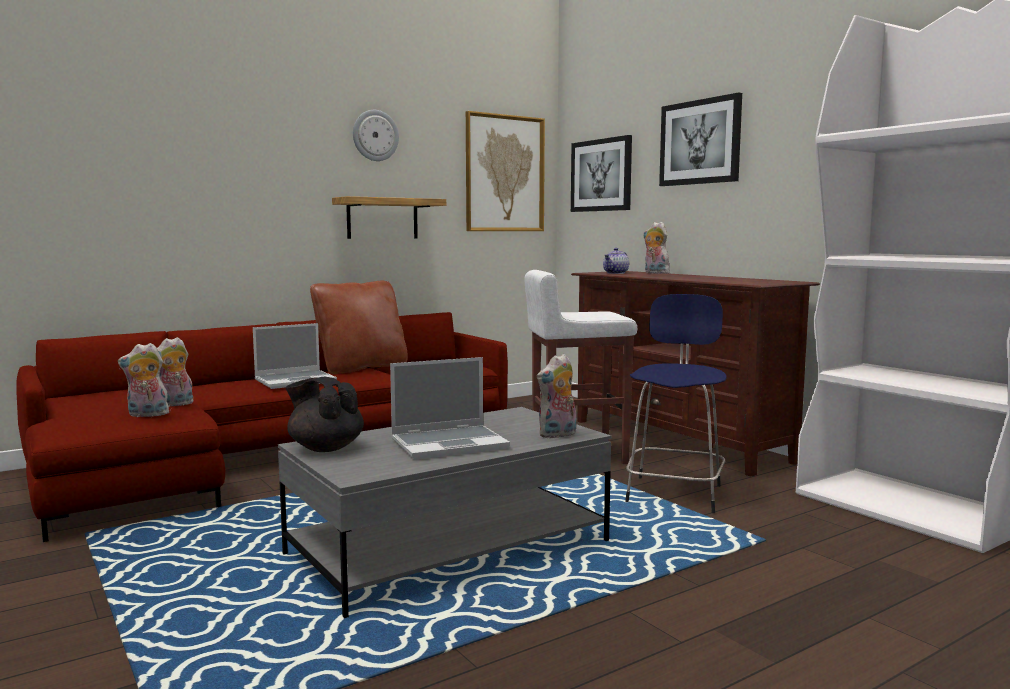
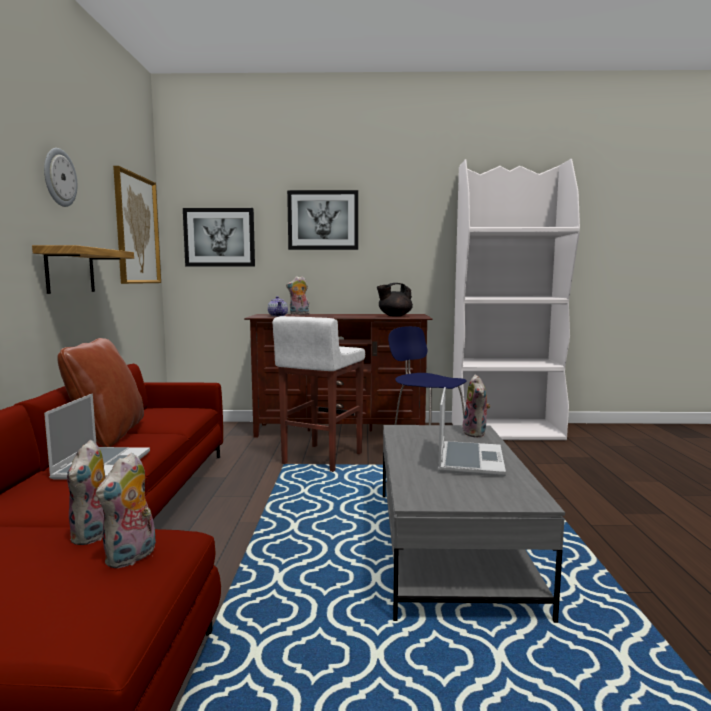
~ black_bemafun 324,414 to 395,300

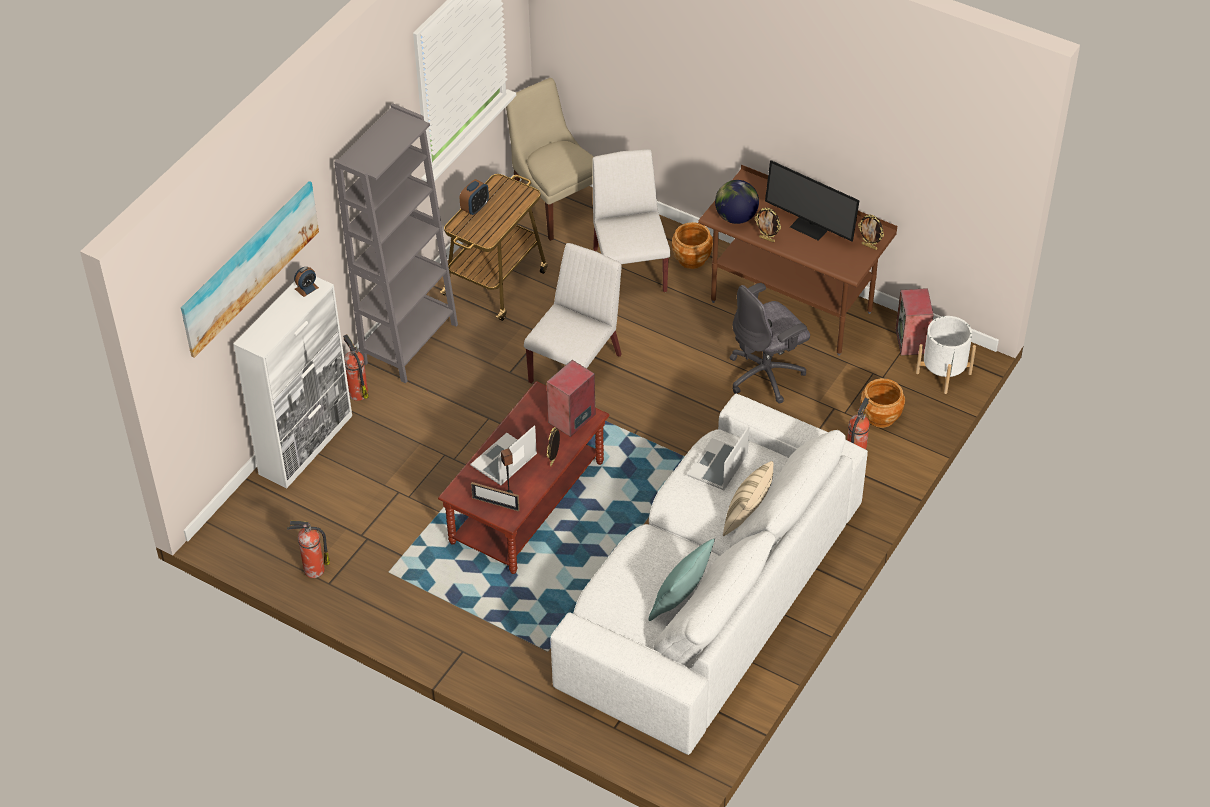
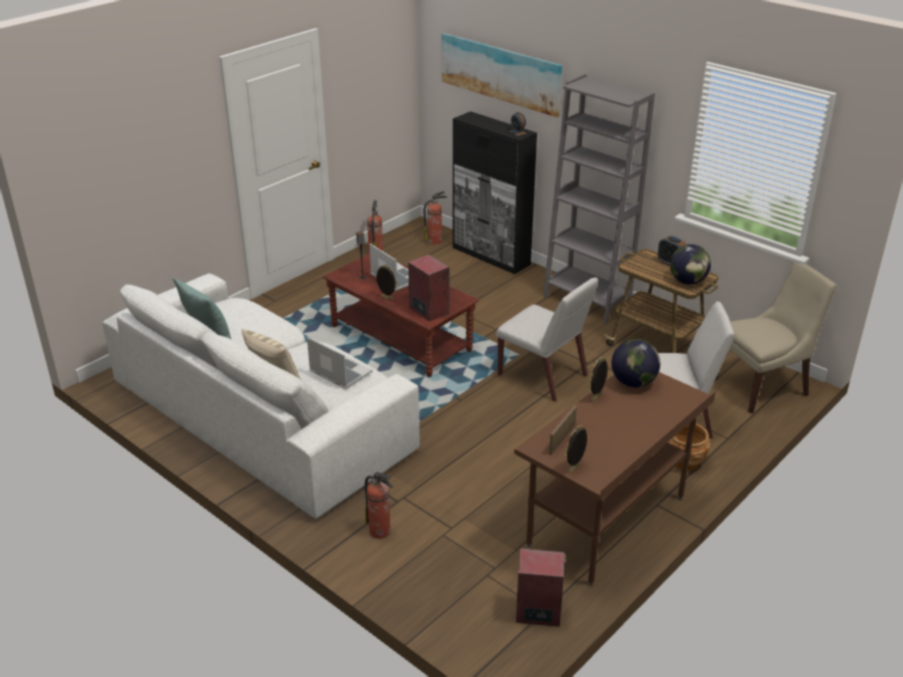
~ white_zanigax 292,382 to black_zanigax 495,192
~ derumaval 356,367 to 435,217
~ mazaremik 495,497 to 563,430
- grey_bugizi 769,343
- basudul 812,201
- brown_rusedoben 883,403
- white_rusedoben 946,355
+ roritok 690,264

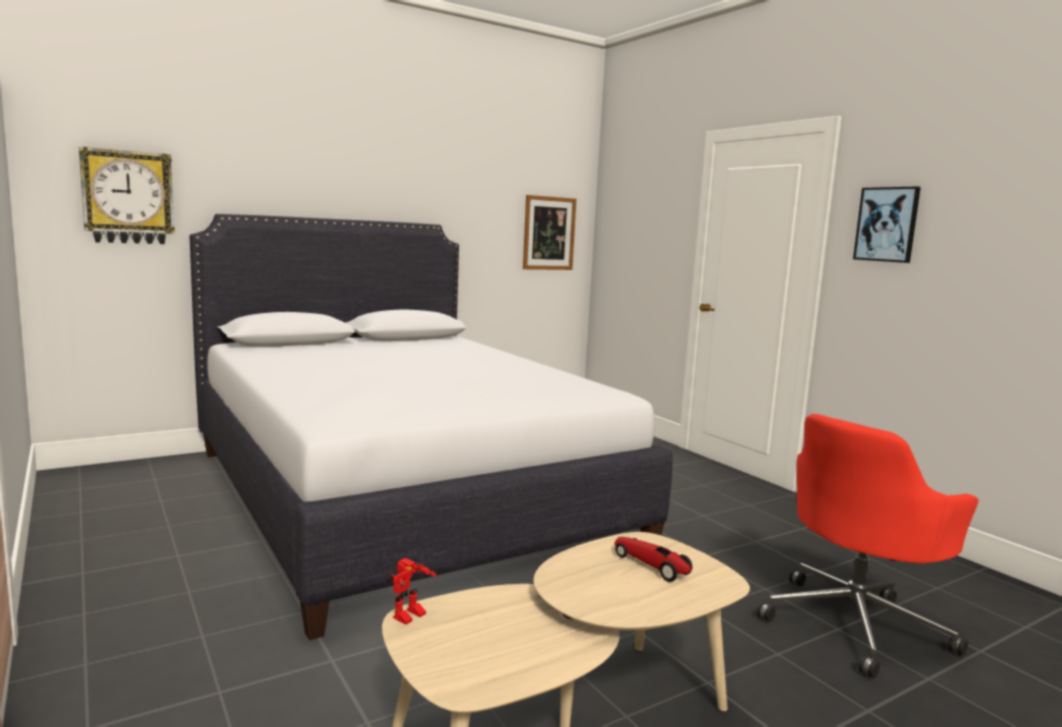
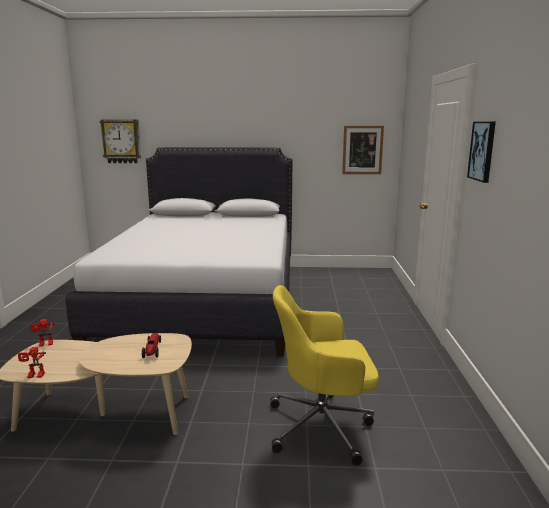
~ red_bugizi 868,546 to yellow_bugizi 324,375
+ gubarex 32,362

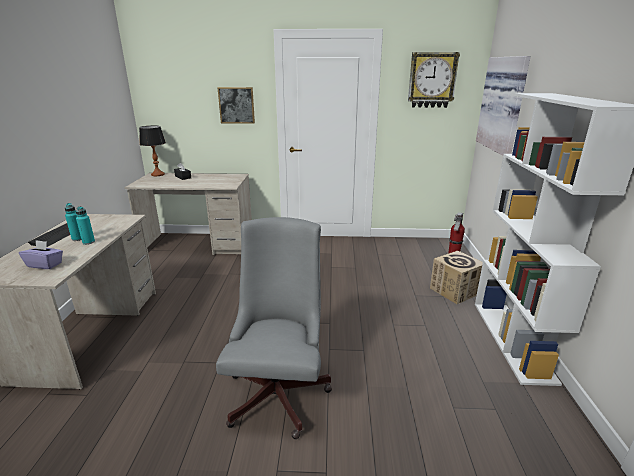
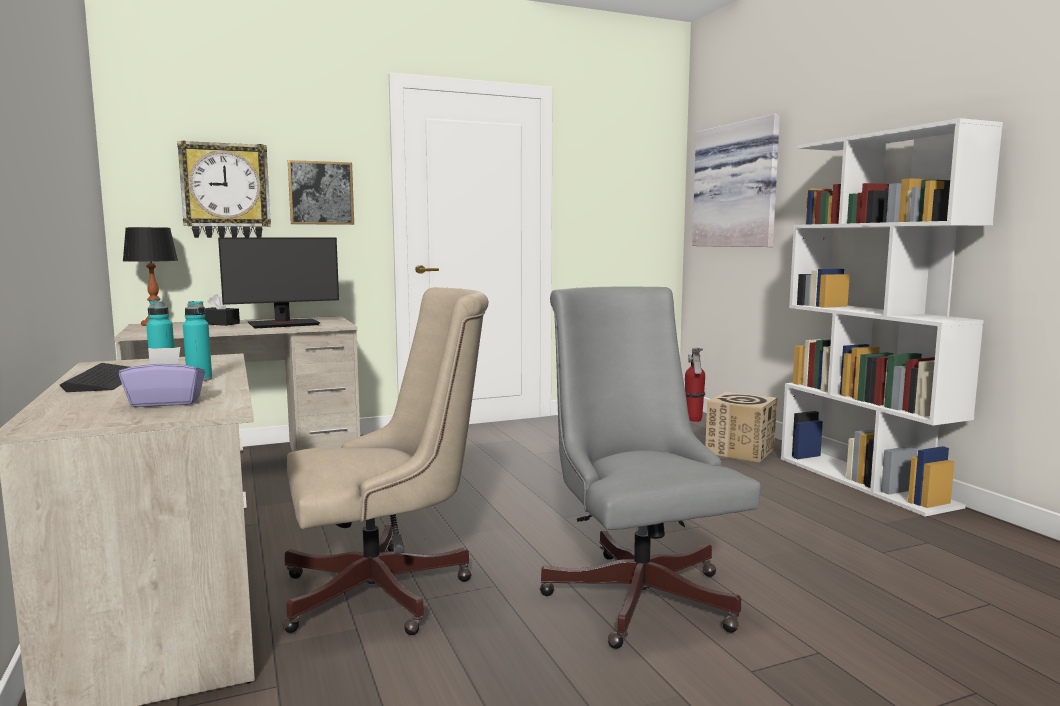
~ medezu 434,80 to 224,189
+ basudul 278,282
+ beige_bugizi 386,461

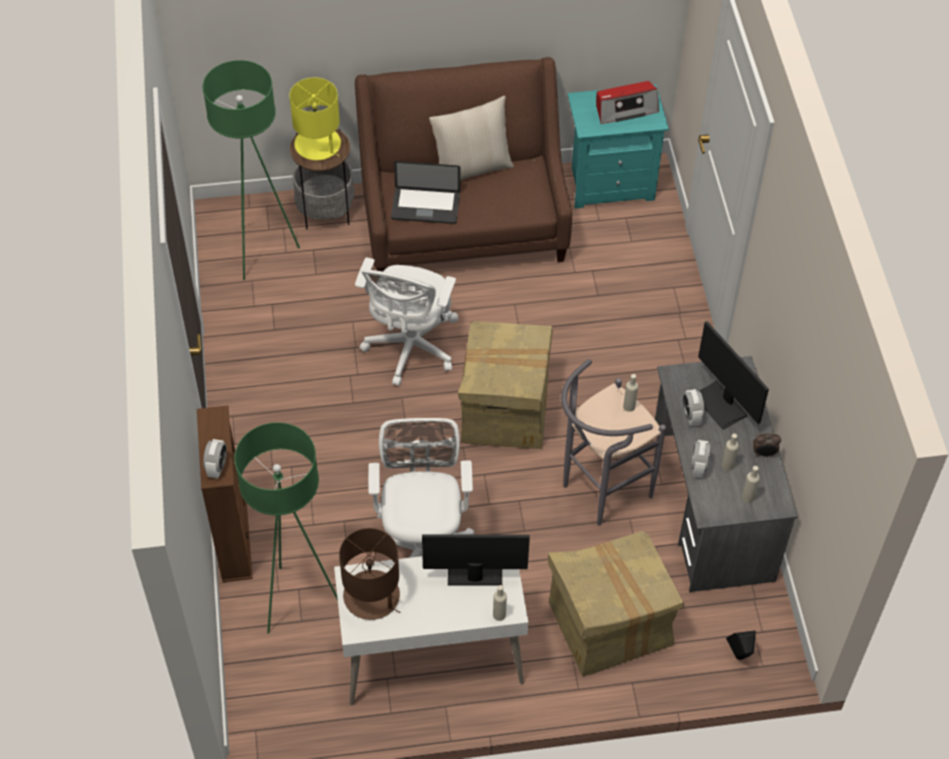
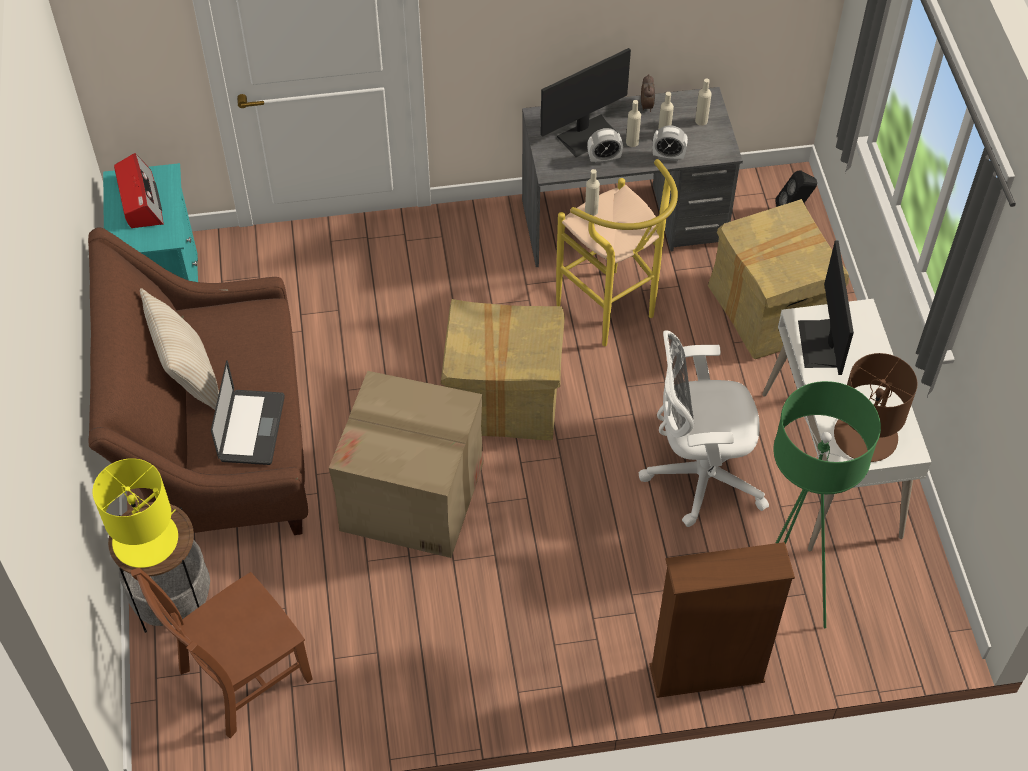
~ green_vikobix 251,170 to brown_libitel 221,653
- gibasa 215,458
~ white_bugizi 406,322 to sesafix 406,464
~ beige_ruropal 500,603 to 633,123
~ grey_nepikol 613,442 to yellow_nepikol 617,252

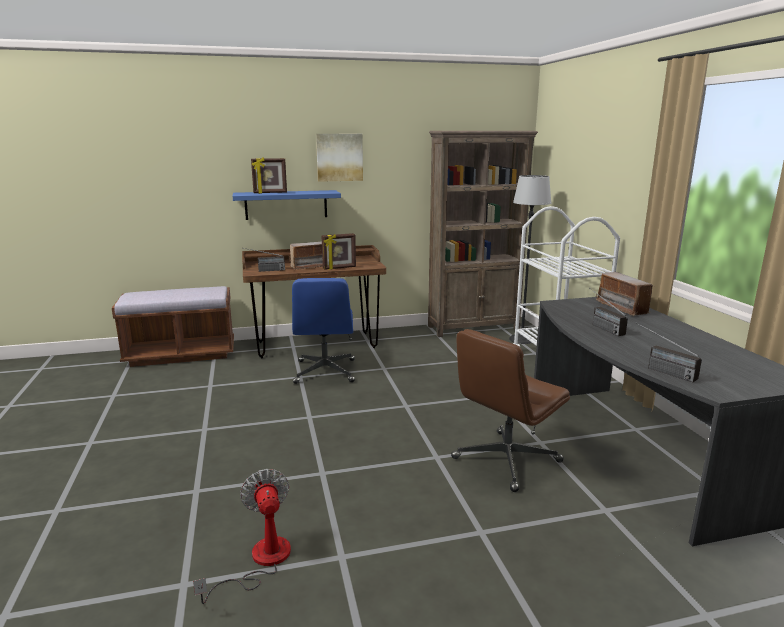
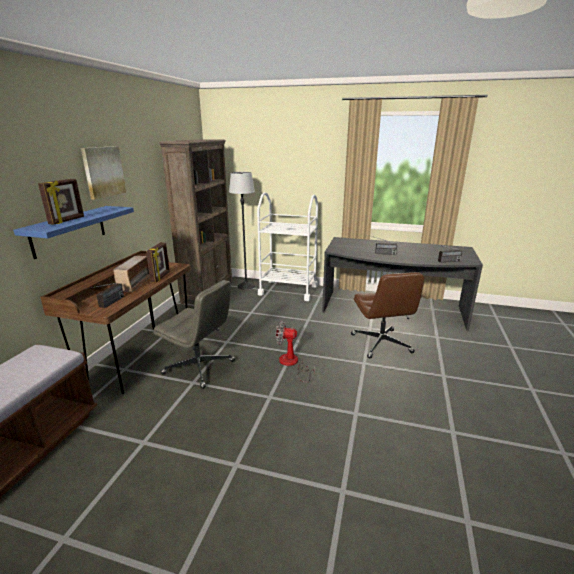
~ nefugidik 242,536 to 295,351
~ blue_bugizi 323,331 to grey_bugizi 194,334
- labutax 625,294

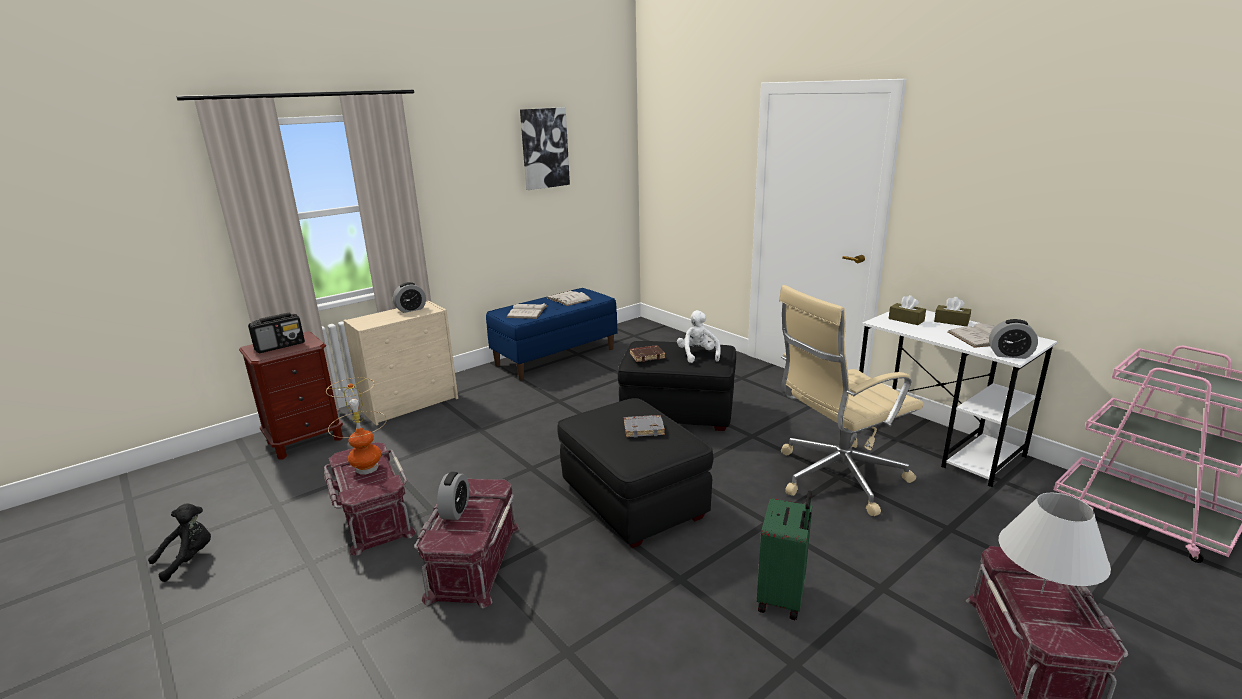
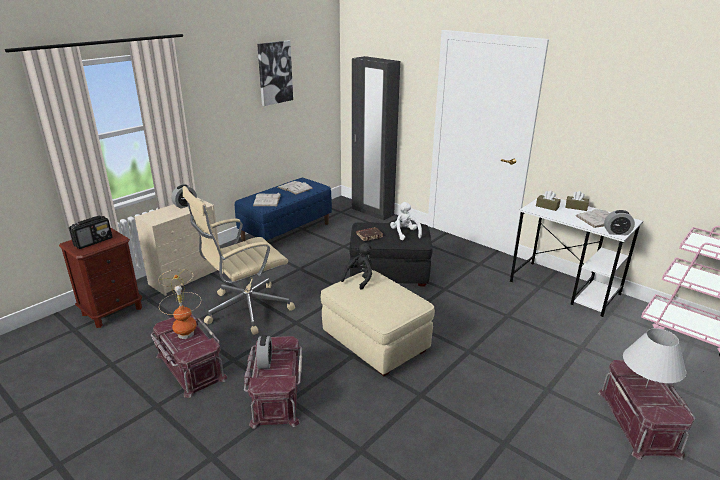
~ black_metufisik 179,542 to 357,266
~ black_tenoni 635,473 to beige_tenoni 378,323
- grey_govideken 644,426
- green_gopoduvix 784,555
~ beige_bugizi 851,400 to 238,260
+ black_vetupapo 376,138

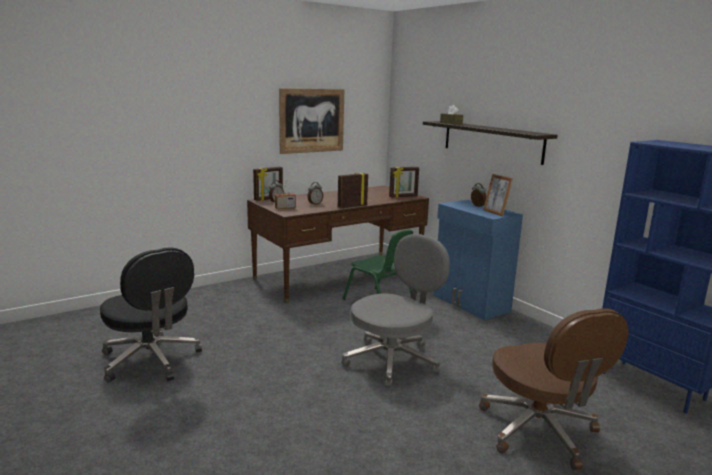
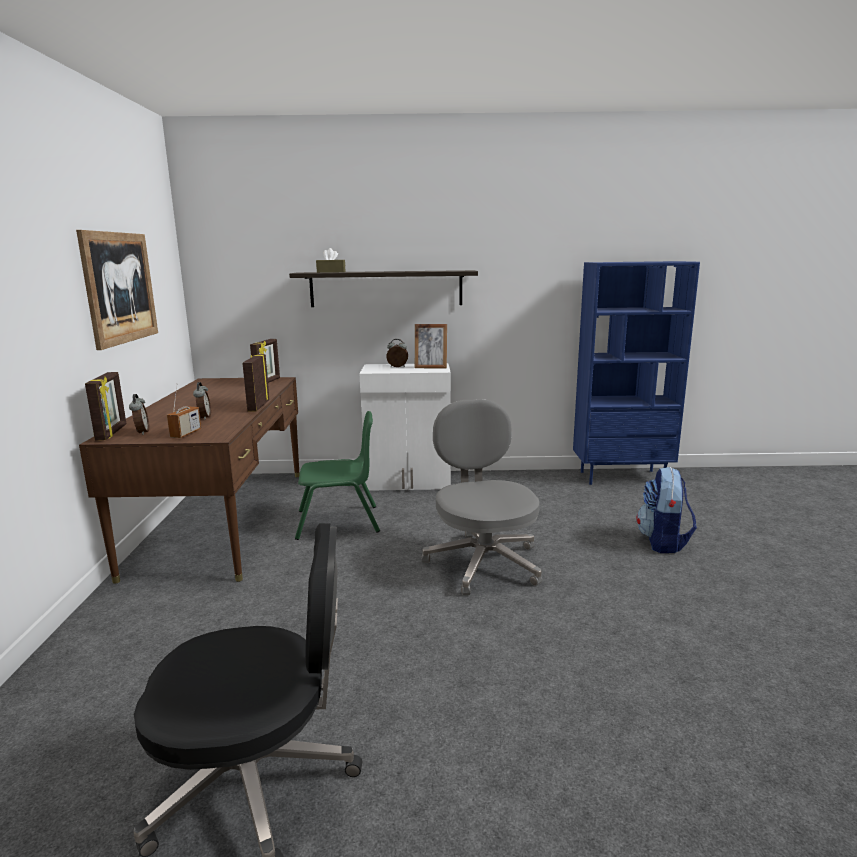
~ blue_zanigax 478,260 to white_zanigax 405,427
~ brown_bugizi 553,389 to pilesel 666,510

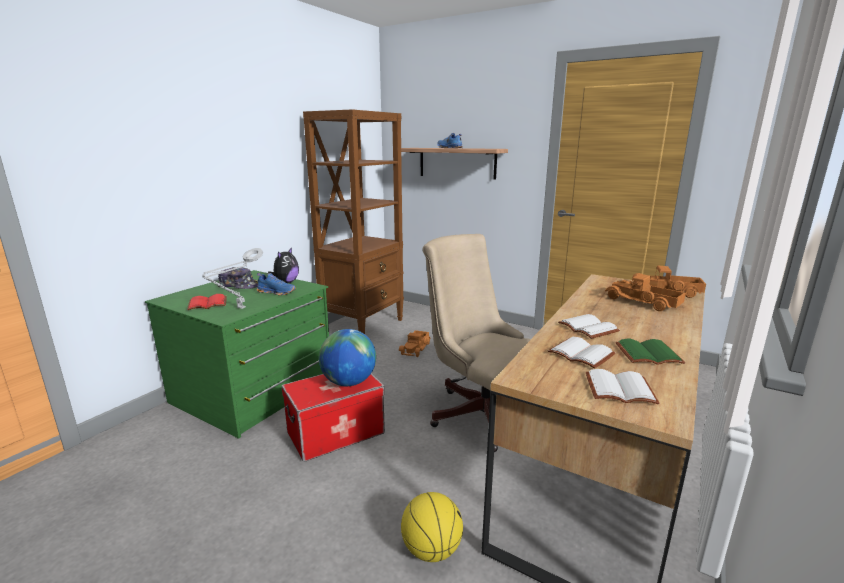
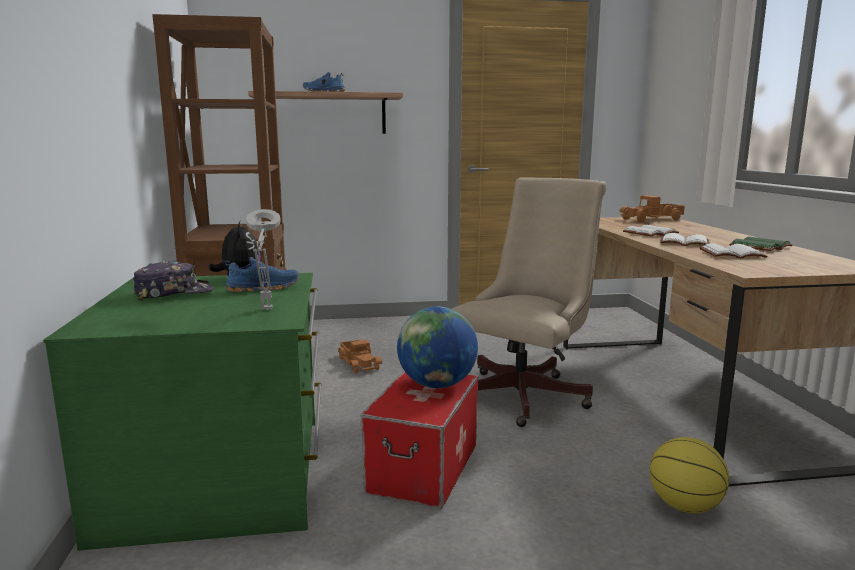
- red_govideken 206,302
~ beige_bugizi 476,343 = 529,302 120 degrees clockwise
~ white_govideken 622,386 to 651,230
- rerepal 645,292

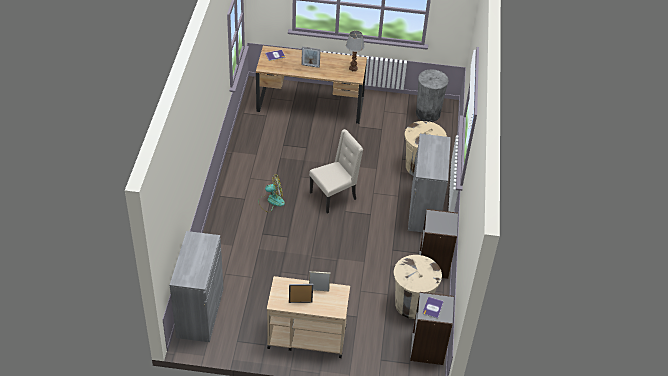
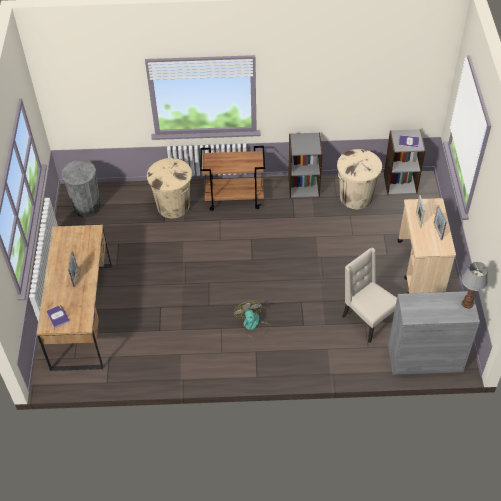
~ beige_libitel 336,171 to 369,295
~ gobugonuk 355,51 to 475,285
~ grey_zanigax 429,183 to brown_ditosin 232,178

